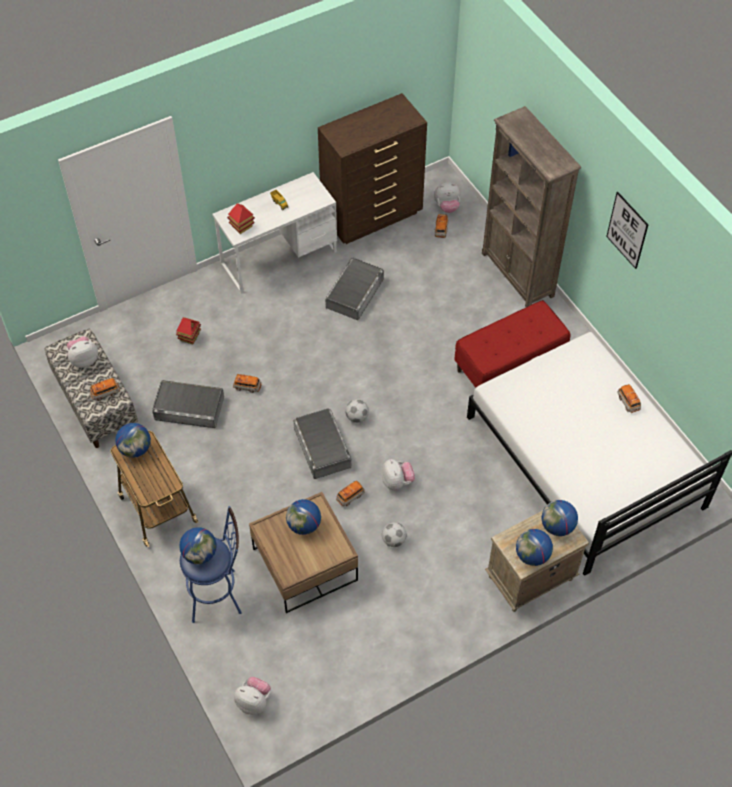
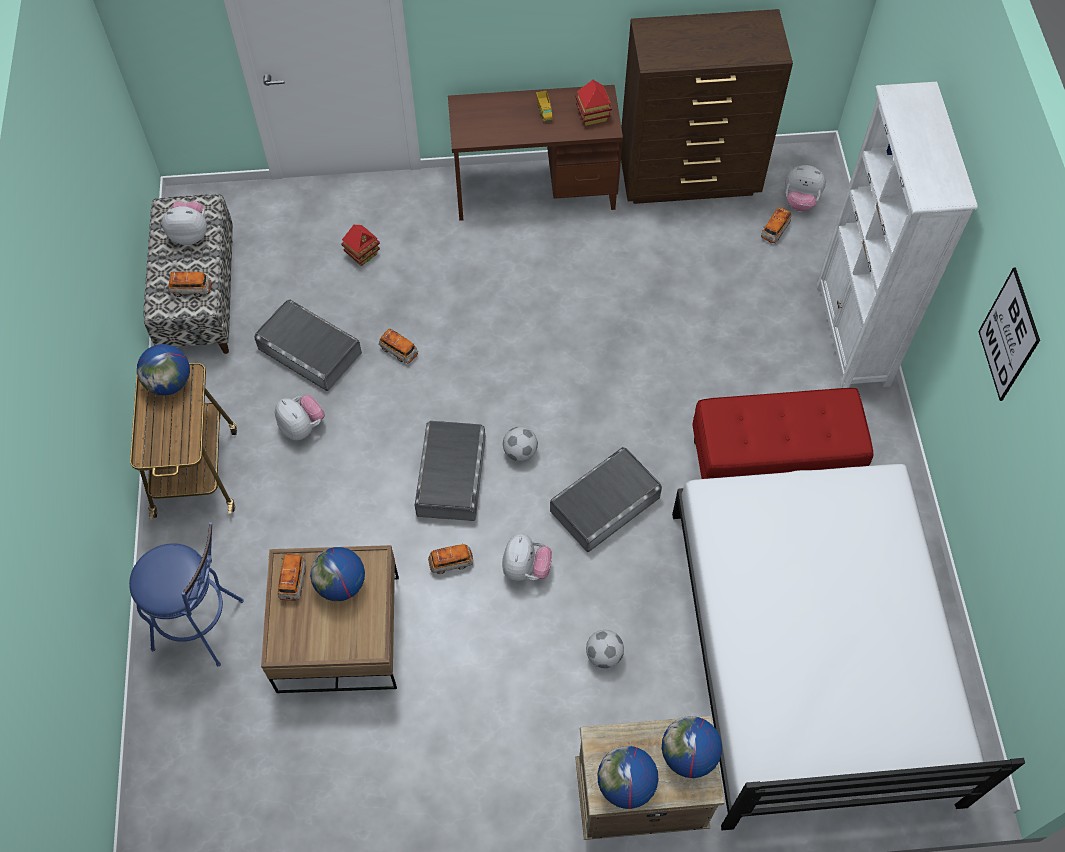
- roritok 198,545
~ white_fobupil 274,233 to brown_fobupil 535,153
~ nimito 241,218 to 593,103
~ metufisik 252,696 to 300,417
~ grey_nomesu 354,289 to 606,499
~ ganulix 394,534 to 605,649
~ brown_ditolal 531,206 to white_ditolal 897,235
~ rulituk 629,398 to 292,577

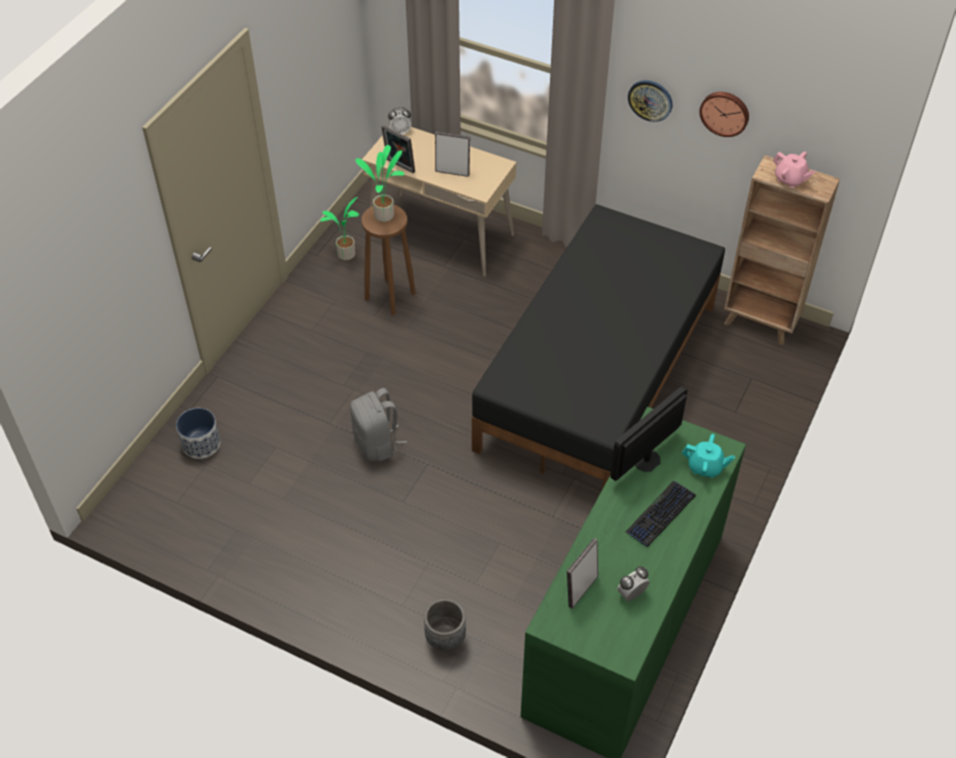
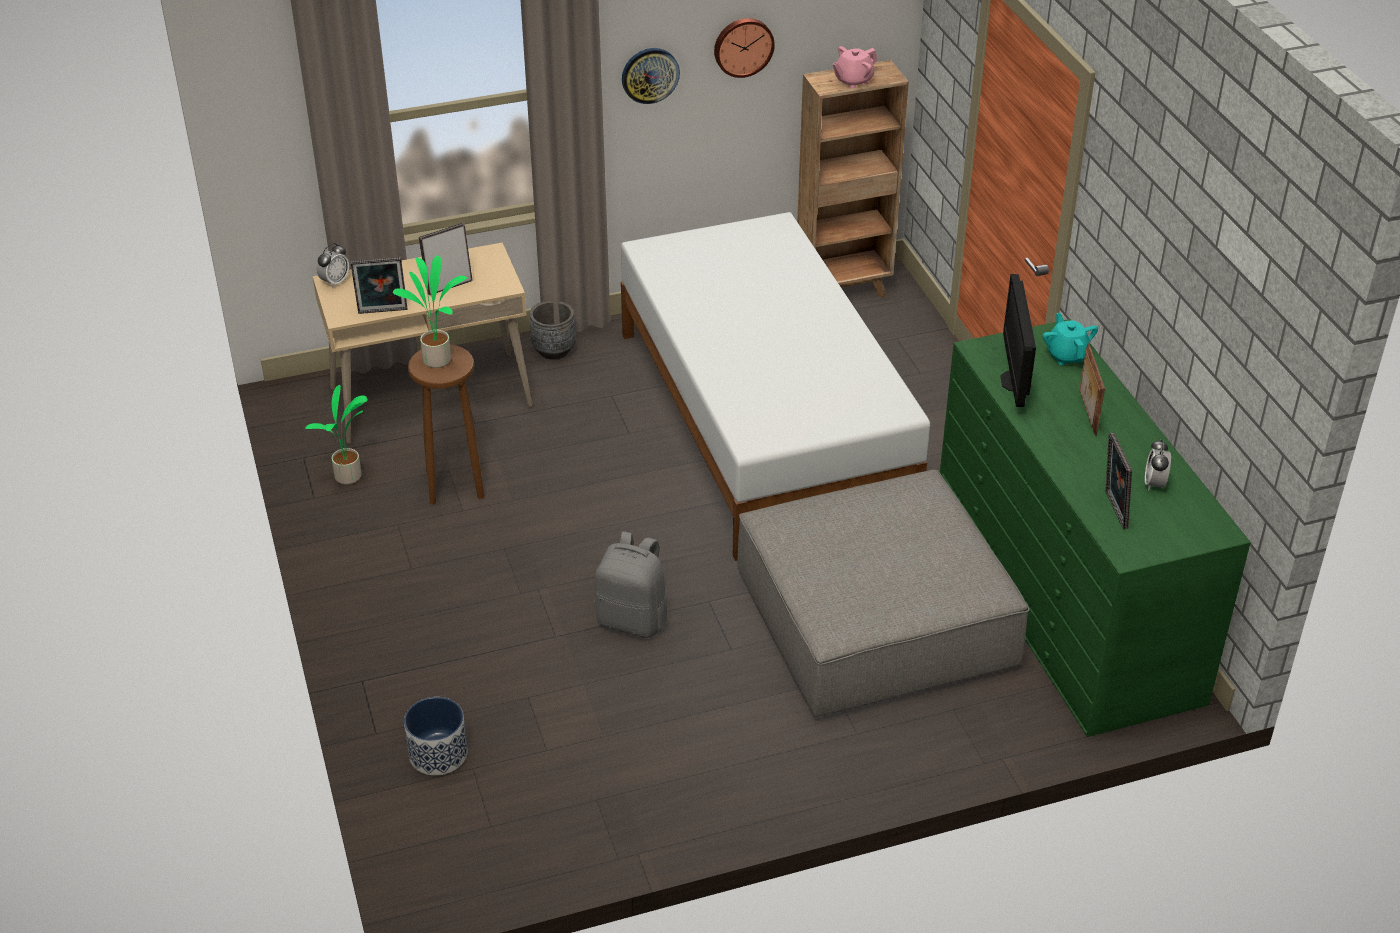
~ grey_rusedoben 445,624 to 553,330
~ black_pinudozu 598,346 to white_pinudozu 775,386
~ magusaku 661,514 to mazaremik 1092,389
~ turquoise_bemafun 708,456 = 1070,339 75 degrees counterclockwise
~ pink_bemafun 794,170 = 855,67 150 degrees clockwise
+ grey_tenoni 883,593

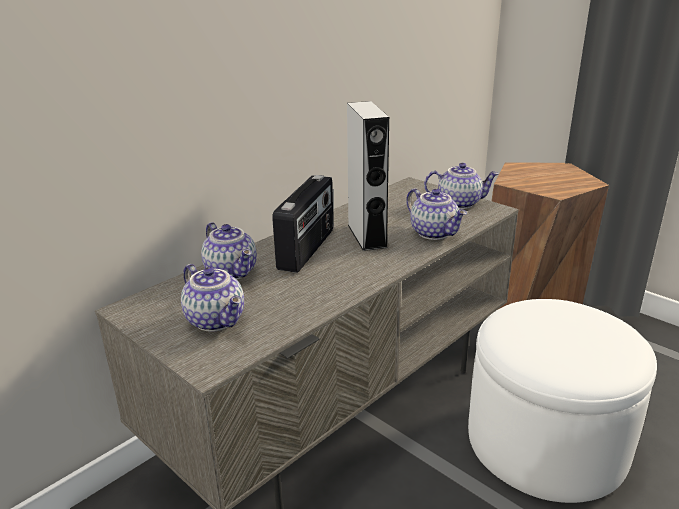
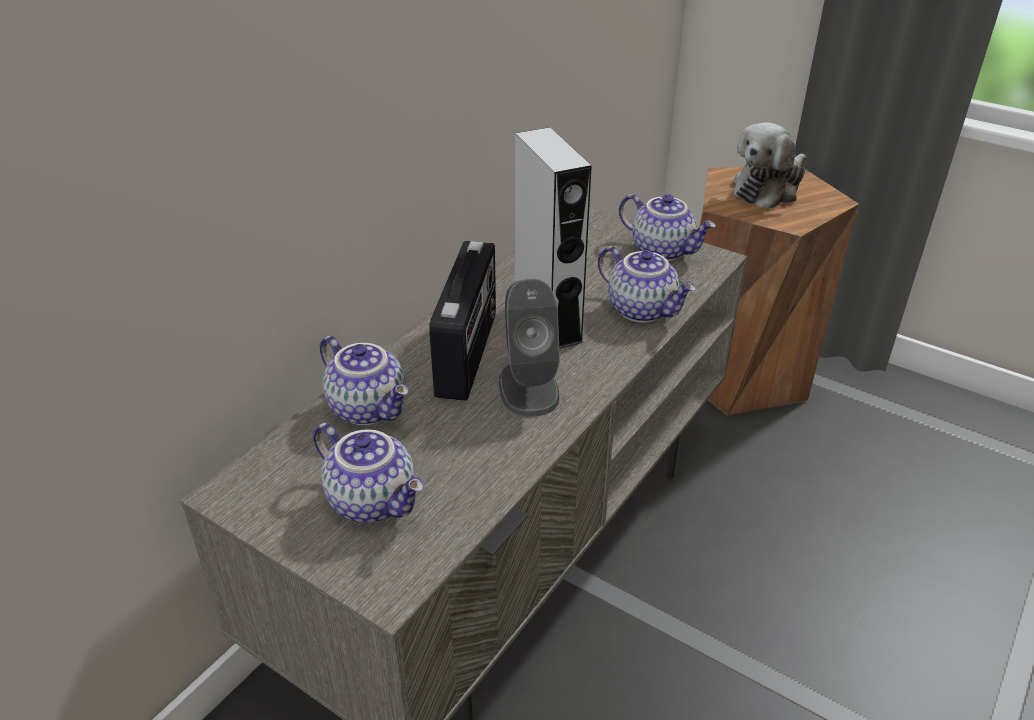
~ bemafun 461,185 = 667,227 45 degrees clockwise
- white_tenoni 562,401
+ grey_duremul 529,348
+ metufisik 769,165

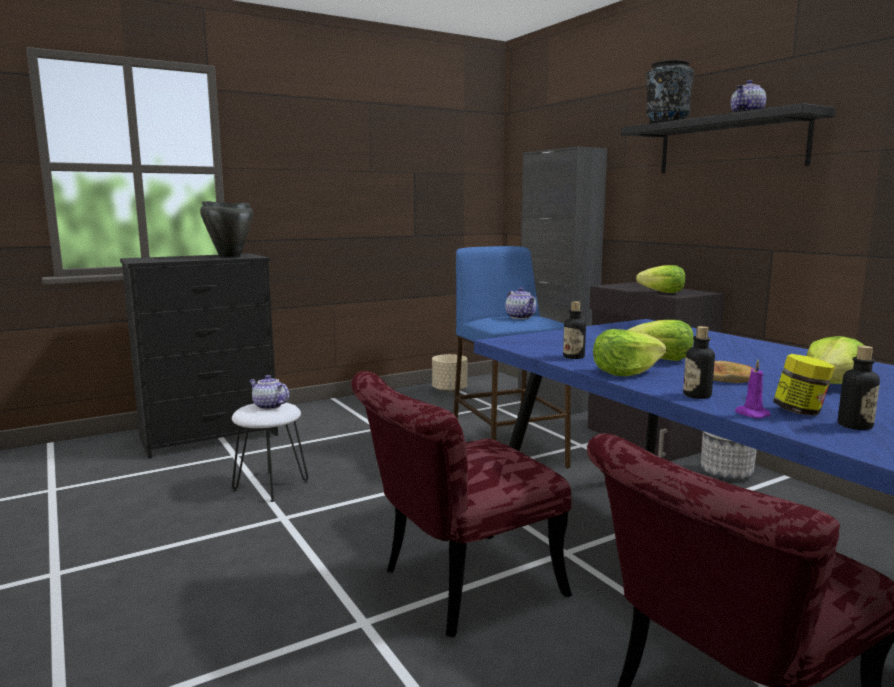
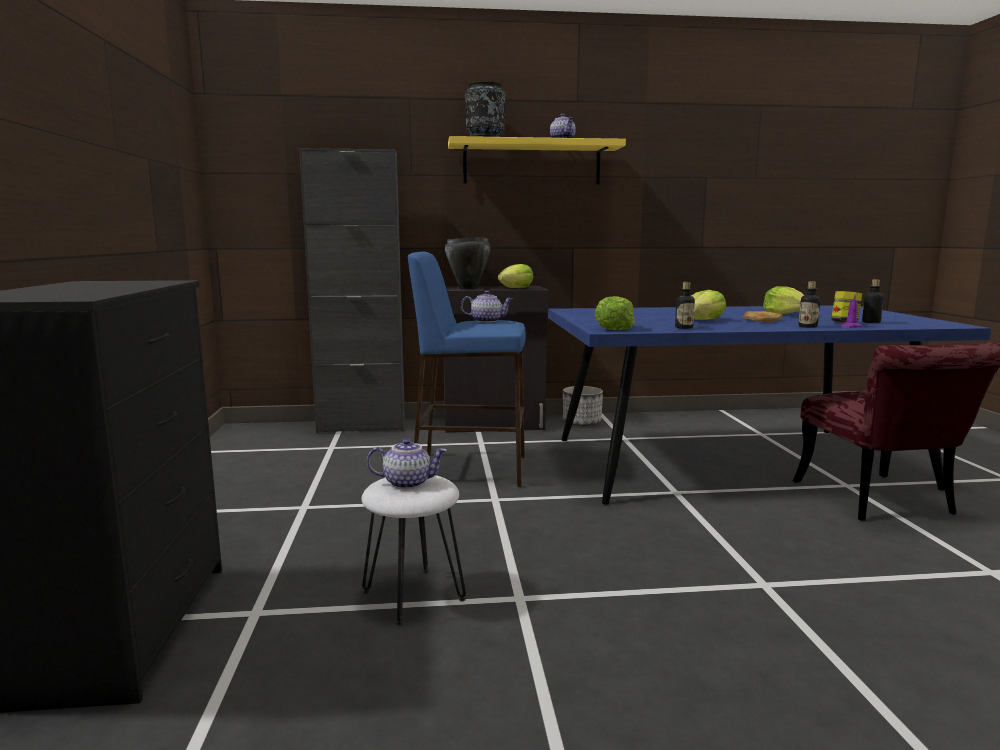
~ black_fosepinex 226,229 to 468,263
~ bemafun 269,392 = 407,463 150 degrees counterclockwise
- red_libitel 461,504
- beige_rusedoben 449,373
~ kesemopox 629,352 to 615,313
~ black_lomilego 728,138 to yellow_lomilego 537,160

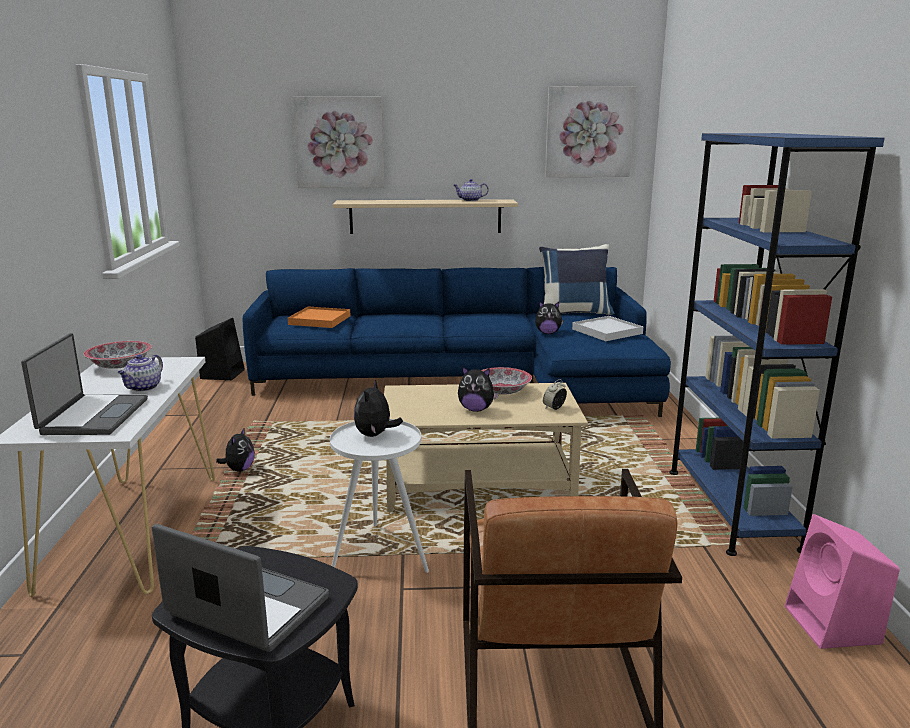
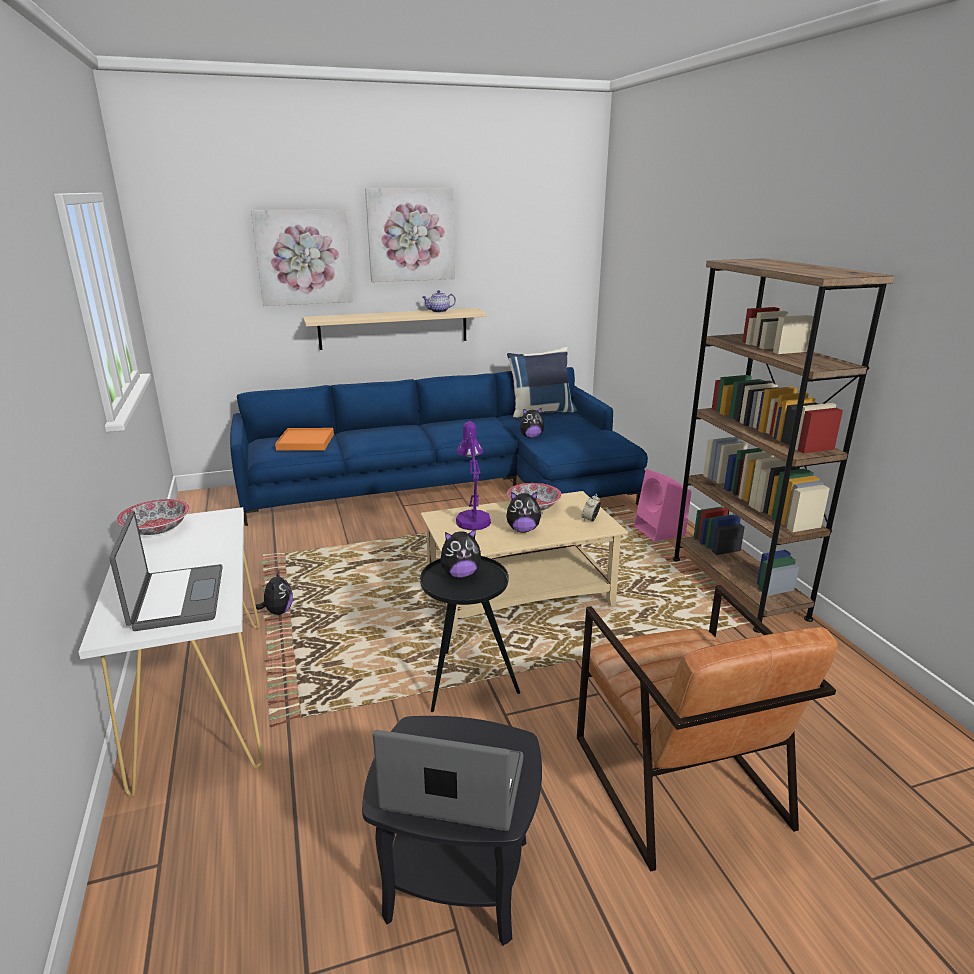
- bemafun 140,373
- black_duremul 220,349
~ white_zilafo 379,496 to black_zilafo 470,634
~ metufisik 378,408 = 461,553 105 degrees counterclockwise
~ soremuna 590,132 to 410,235
- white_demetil 608,328
~ blue_ditolal 777,344 to brown_ditolal 783,445
~ pink_duremul 842,581 to 662,505
+ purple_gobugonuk 473,475

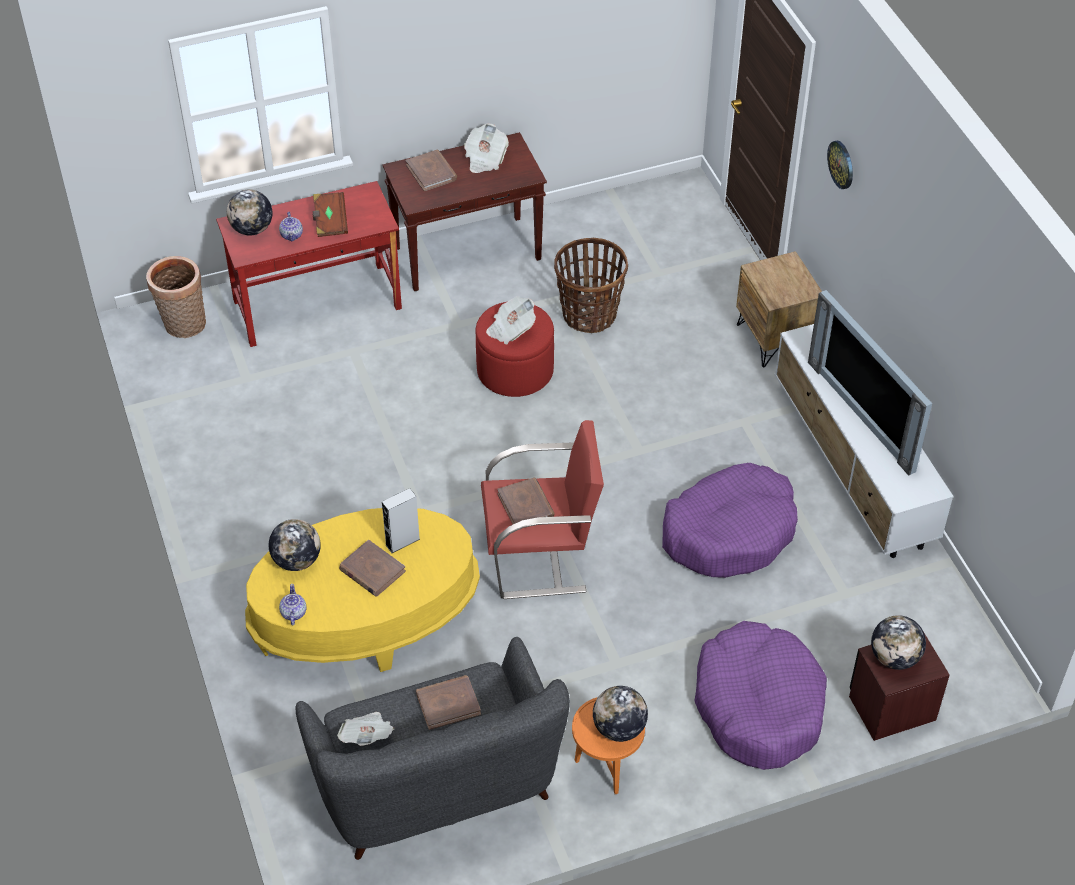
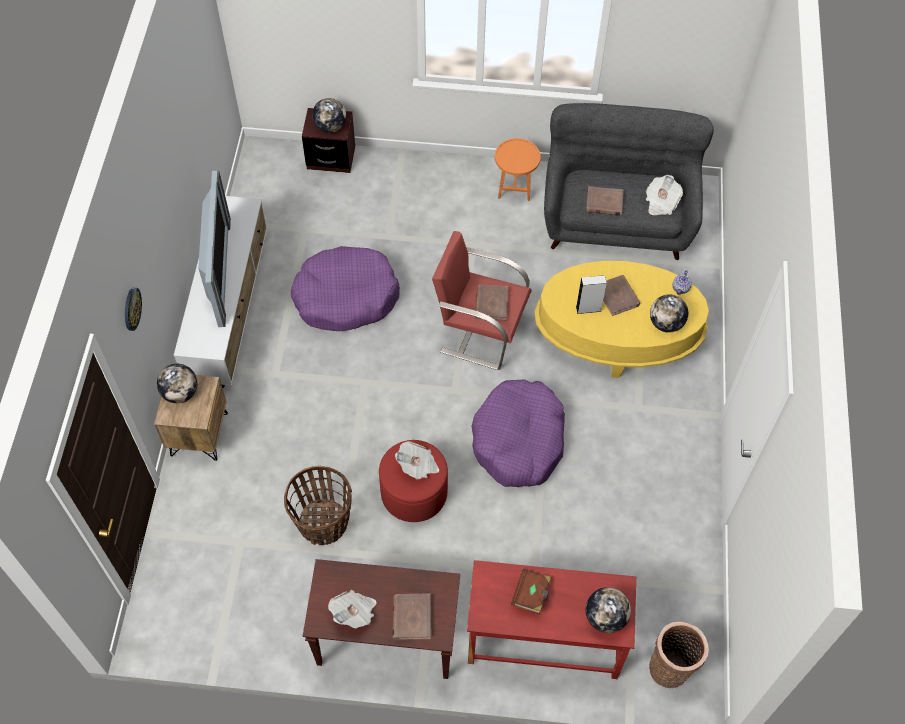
- bemafun 291,226
~ roritok 620,714 to 177,383
~ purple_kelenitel 760,695 to 518,433

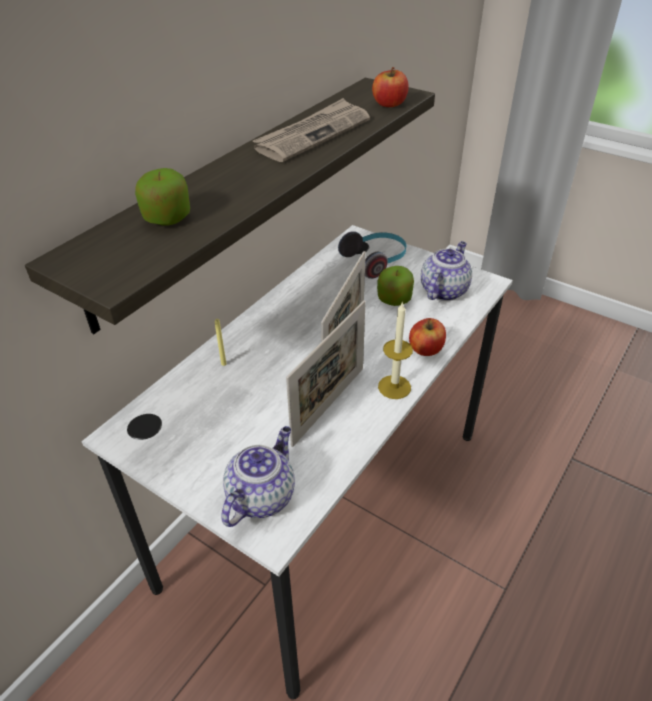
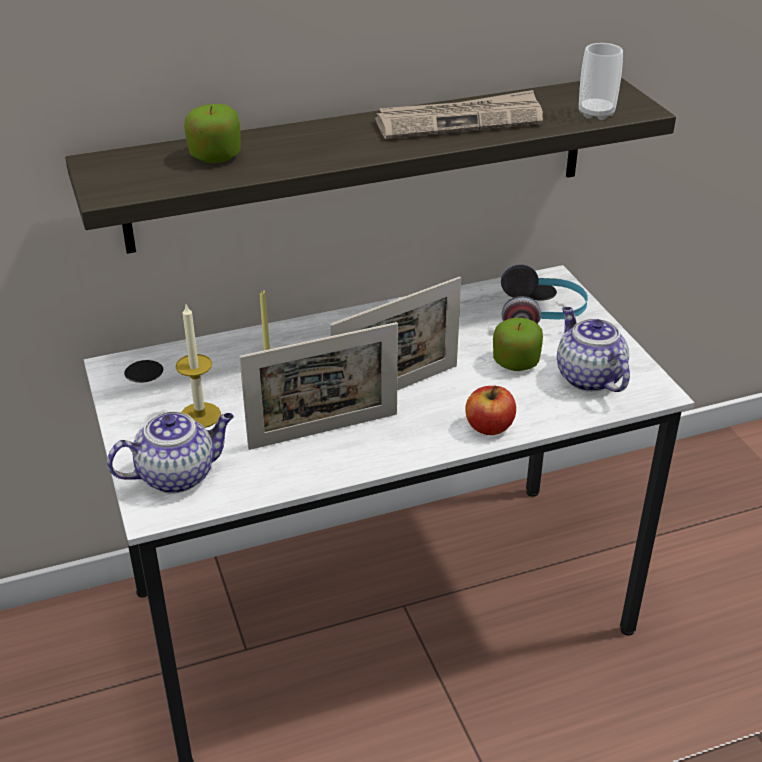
~ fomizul 390,87 to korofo 601,81
~ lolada 395,350 to 198,366
~ bemafun 446,271 = 593,349 90 degrees counterclockwise

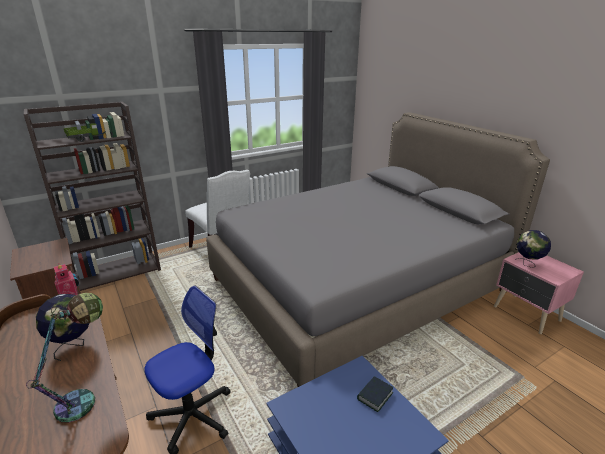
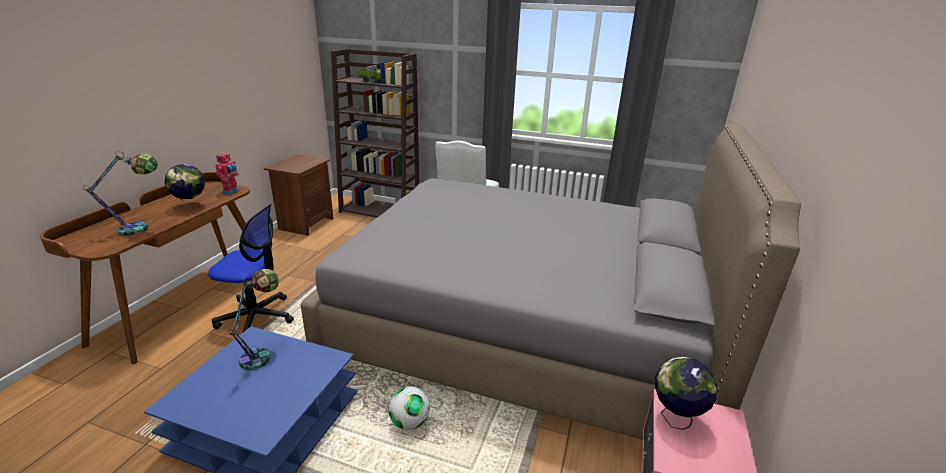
- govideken 375,394
+ gobugonuk 253,319
+ ganulix 409,408

